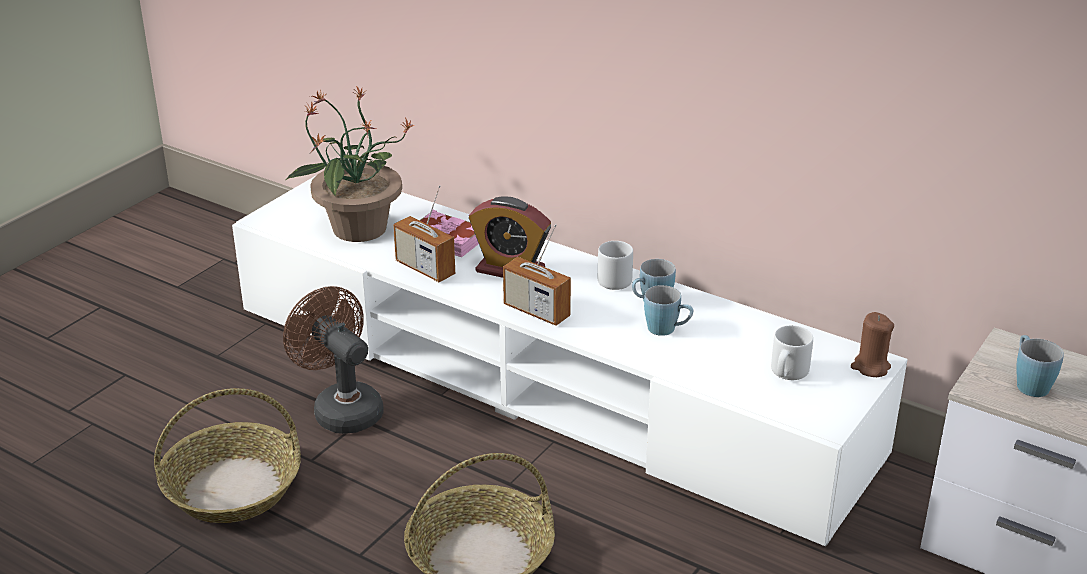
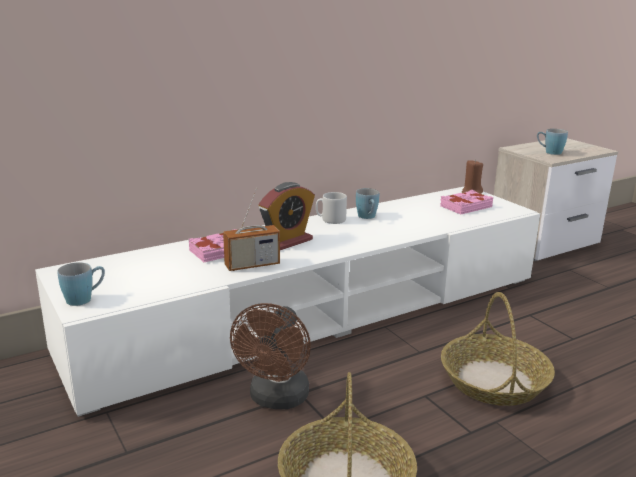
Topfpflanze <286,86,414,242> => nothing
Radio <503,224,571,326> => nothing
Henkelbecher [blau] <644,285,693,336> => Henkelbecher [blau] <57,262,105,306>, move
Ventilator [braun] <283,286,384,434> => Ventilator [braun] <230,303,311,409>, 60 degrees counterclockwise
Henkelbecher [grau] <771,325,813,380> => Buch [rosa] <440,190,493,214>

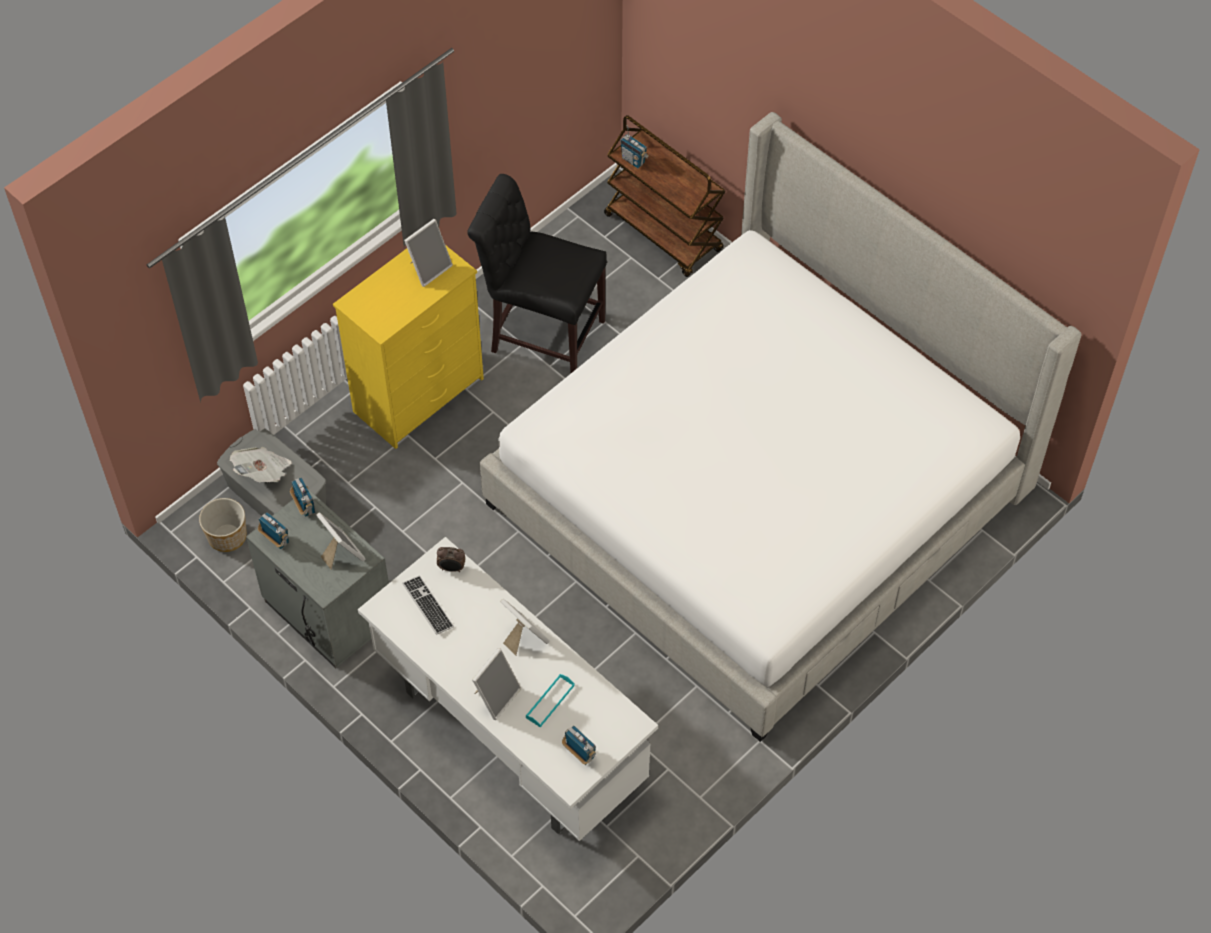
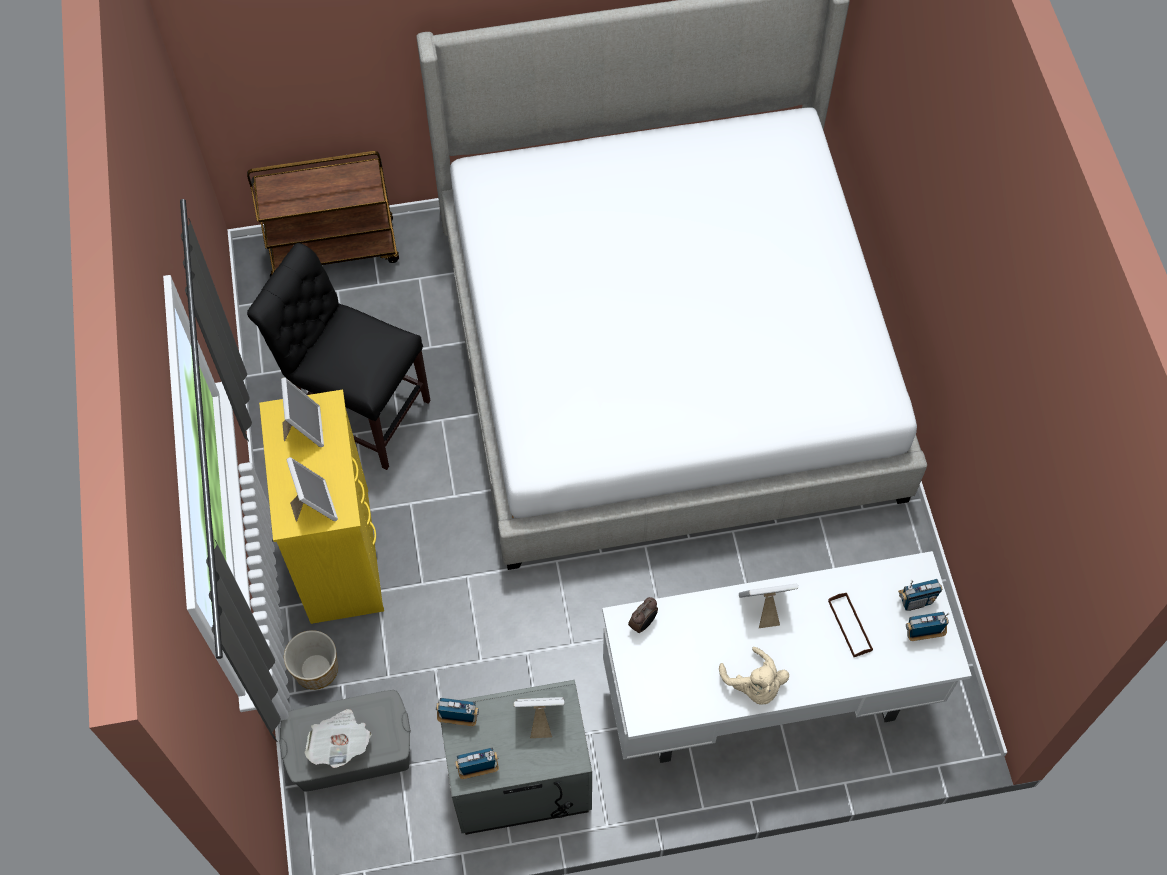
Radio <620,125,649,168> => Radio <898,579,942,611>, move
Stuhl [schwarz] <467,174,607,373> => Stuhl [schwarz] <247,243,431,470>, 60 degrees clockwise
Pflanzkübel <199,498,247,552> => Pflanzkübel <284,630,338,690>, move
Tastatur <402,575,454,635> => nothing
Bilderrahmen <472,648,521,720> => Bilderrahmen <286,457,338,522>, move
Tablett [türkis] <526,674,574,727> => Tablett [braun] <828,593,873,657>
nothing => Plüschtier [beige] <719,647,789,705>

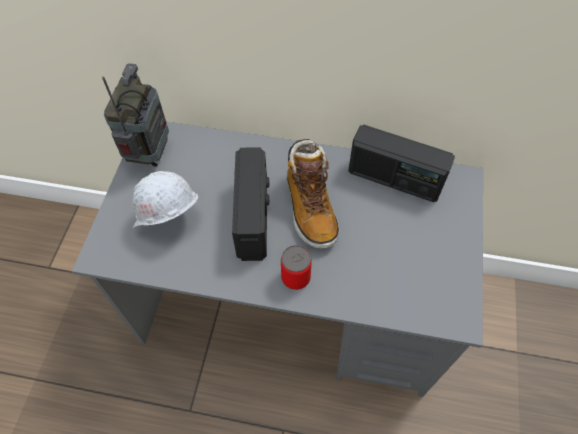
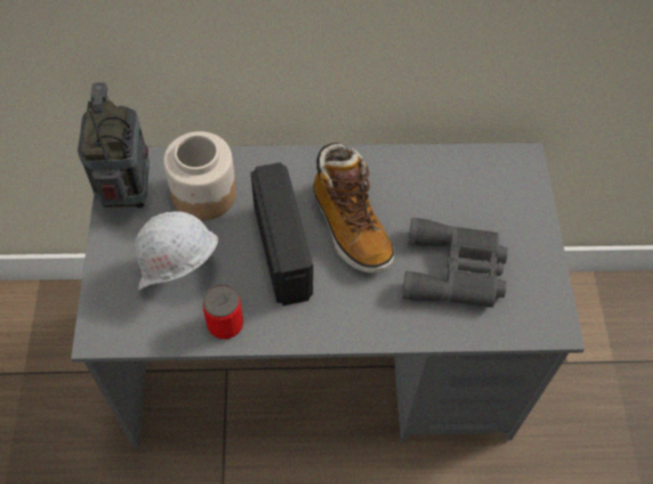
Radio <348,125,455,202> => nothing
Dose <281,245,312,290> => Dose <202,284,243,339>, move
nothing => Vorratsglas <163,131,236,221>
nothing => Fernglas [grau] <402,217,508,308>

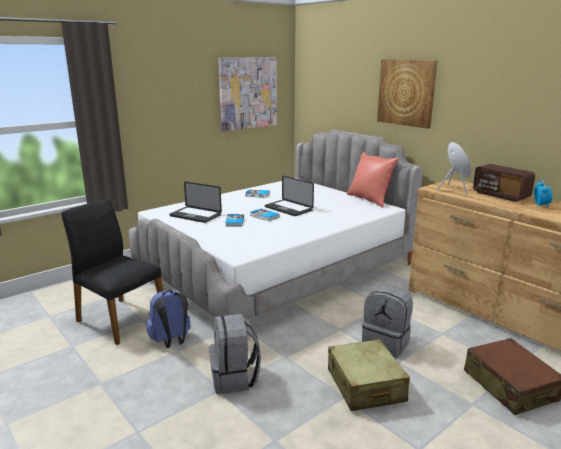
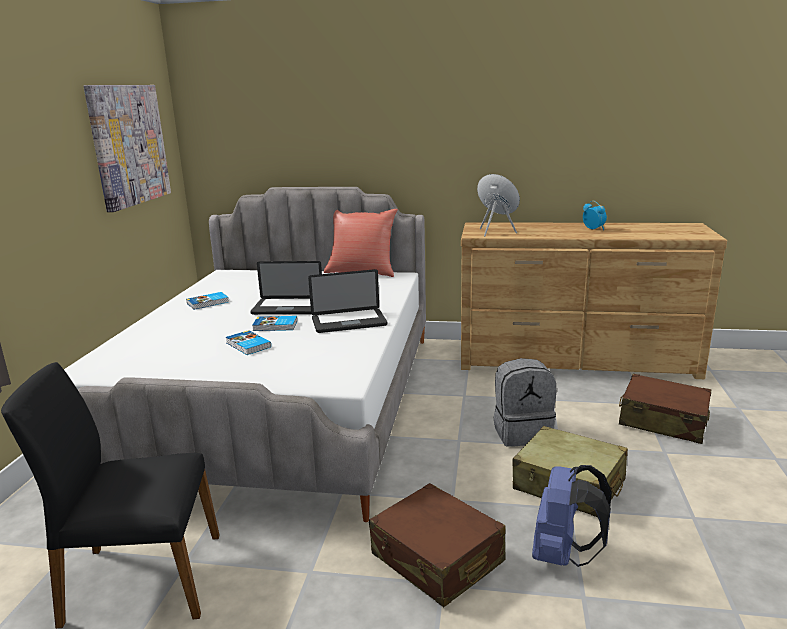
Bild <377,59,438,129> => nothing
Radio <473,164,535,202> => nothing
Laptop <169,182,222,223> => Laptop <308,269,387,333>, move
Rucksack [blau] <146,290,191,348> => Rucksack [blau] <532,465,612,567>, move
Rucksack [grau] <209,314,261,394> => Koffer [braun] <369,483,506,607>

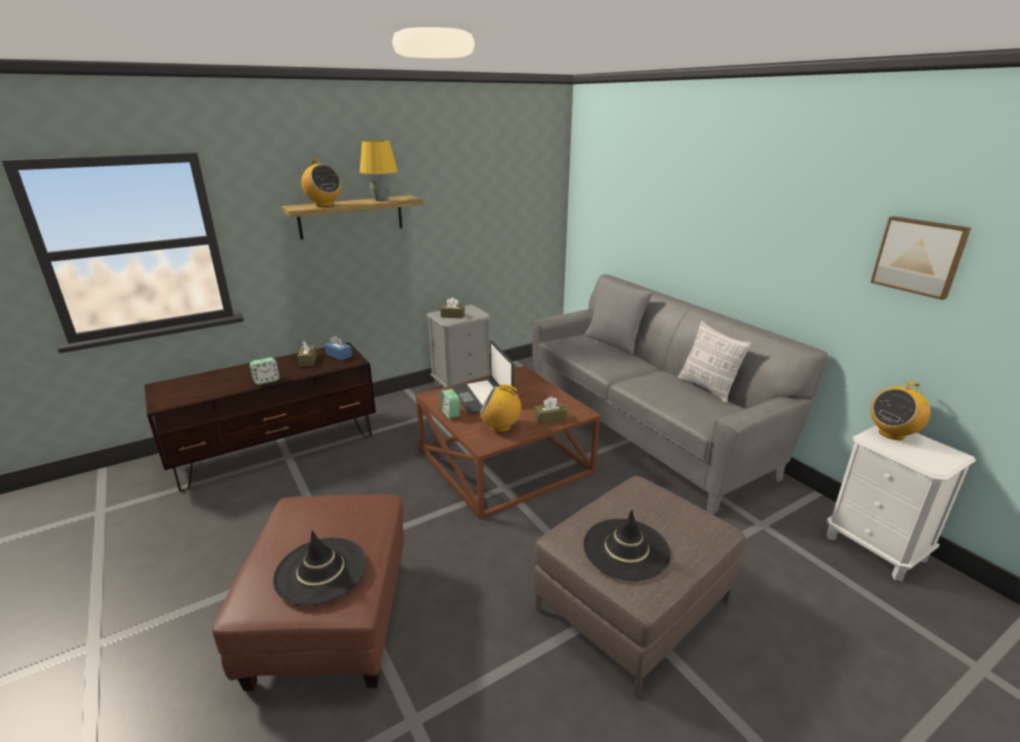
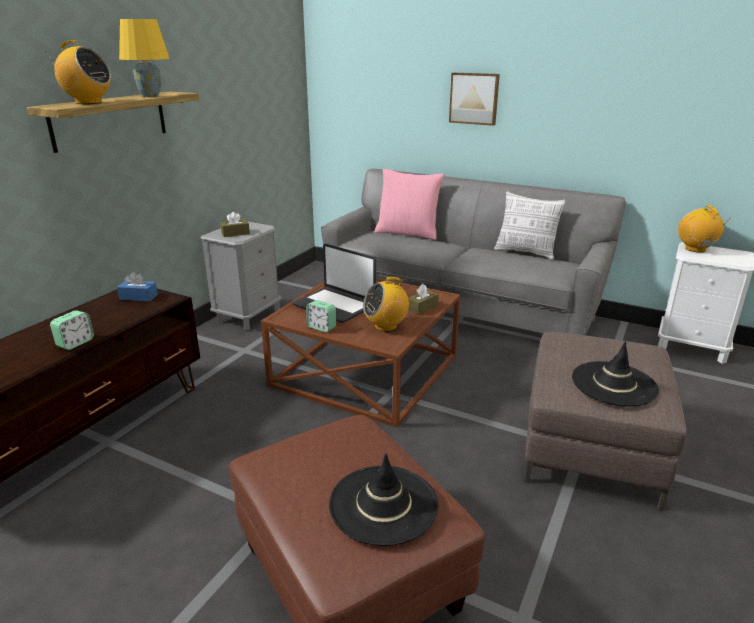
Bild <870,216,971,300> => Bild <449,73,500,126>, move
Kissen [grau] <585,277,653,355> => Kissen [rosa] <374,169,445,240>
Taschentuchbox [braun] <297,340,317,366> => nothing
Radio <870,382,931,440> => Radio <678,205,726,253>, 135 degrees clockwise

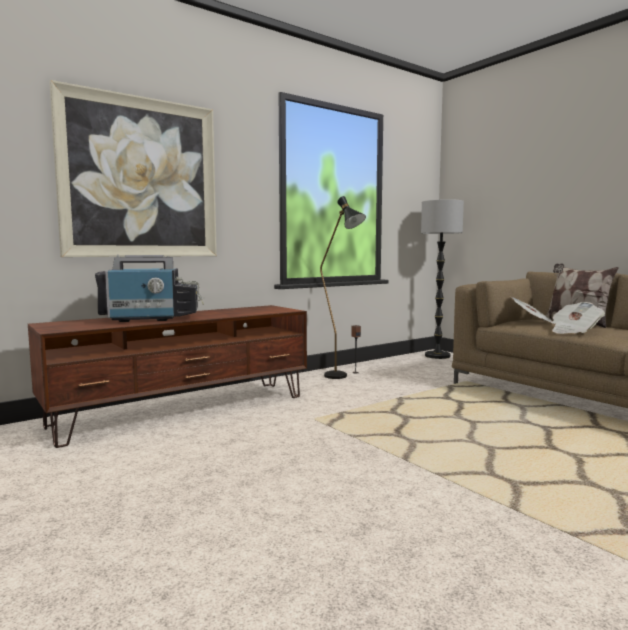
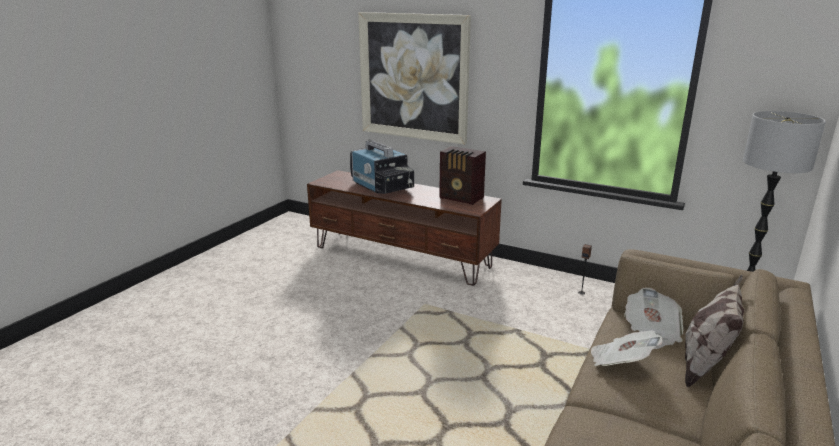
Stehlampe [schwarz] <320,196,366,379> => nothing
nothing => Radio <439,146,486,205>

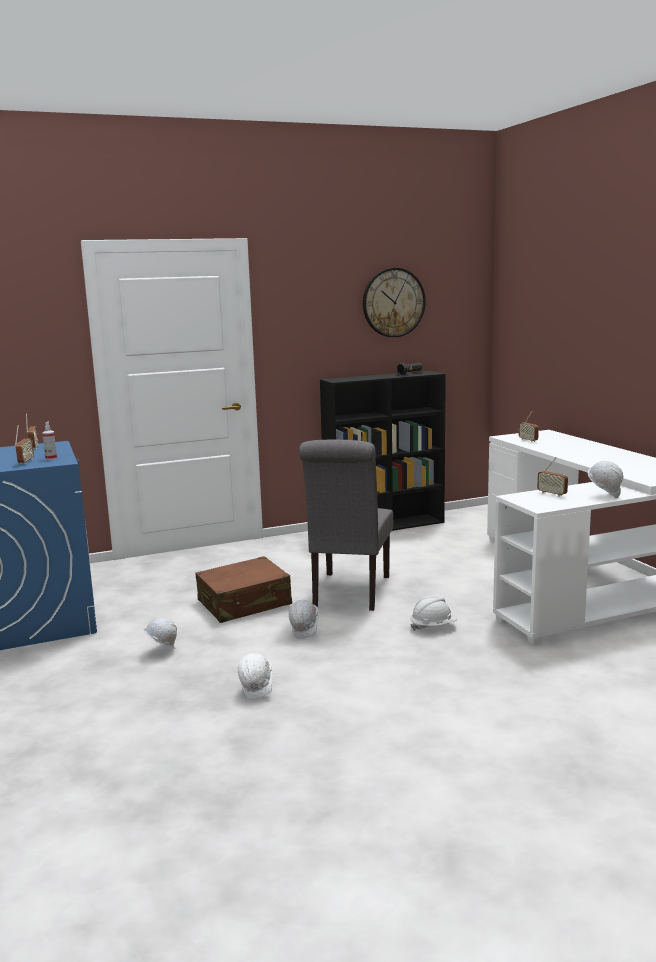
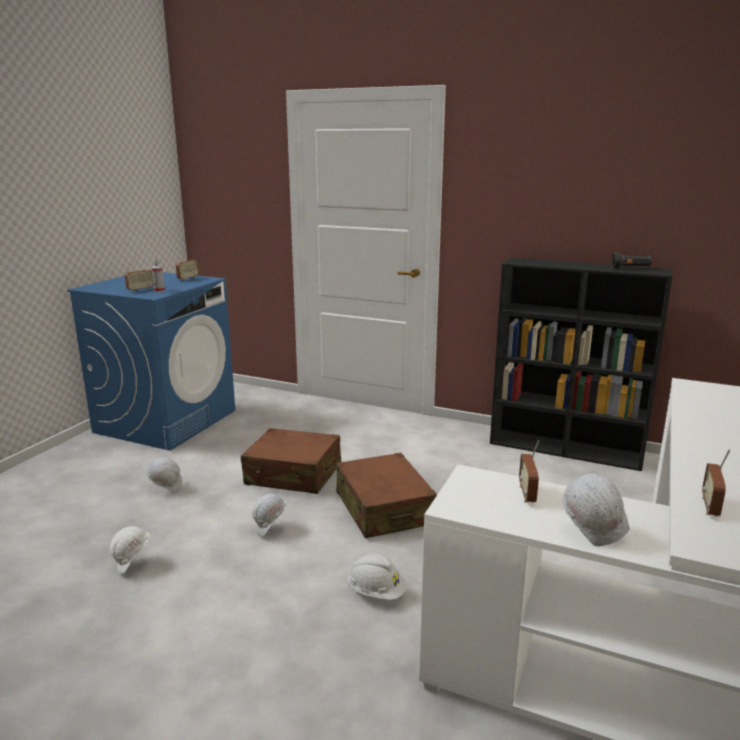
Wanduhr <363,268,425,337> => nothing
Radio <519,411,539,442> => Radio <702,449,730,517>, move
Stuhl [grau] <299,440,393,611> => Koffer [braun] <336,453,437,538>

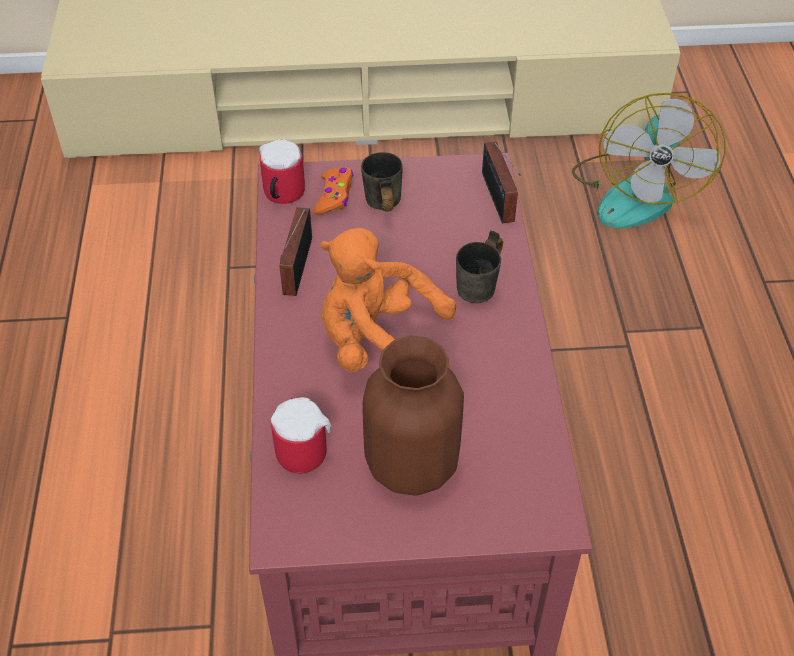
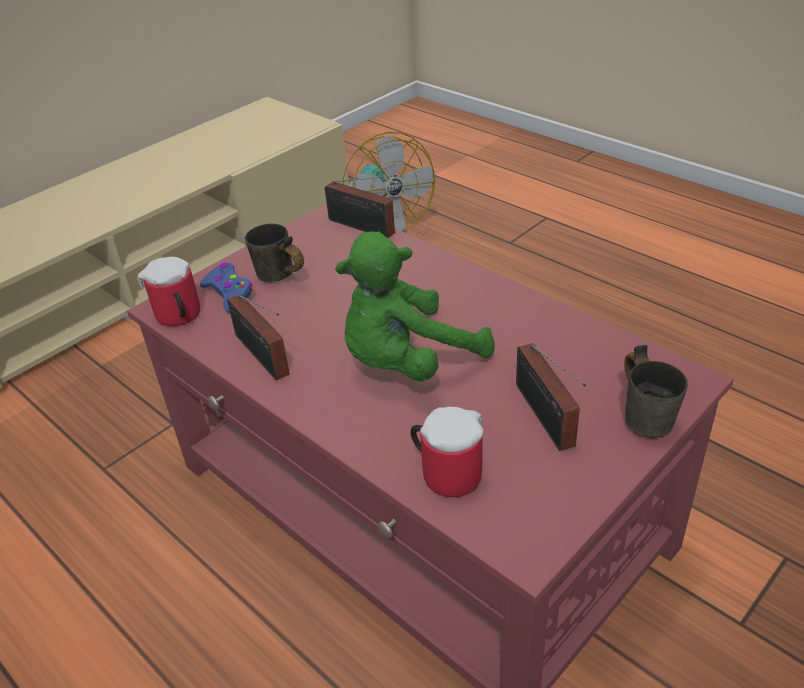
Gamepad [orange] <314,167,353,215> => Gamepad [blau] <200,263,252,313>
Plüschtier [orange] <320,228,456,372> => Plüschtier [grün] <335,231,495,382>
Henkelbecher [grau] <456,230,503,303> => Henkelbecher [grau] <624,345,688,438>, move
Vase [braun] <362,336,464,496> => Radio <516,343,586,451>

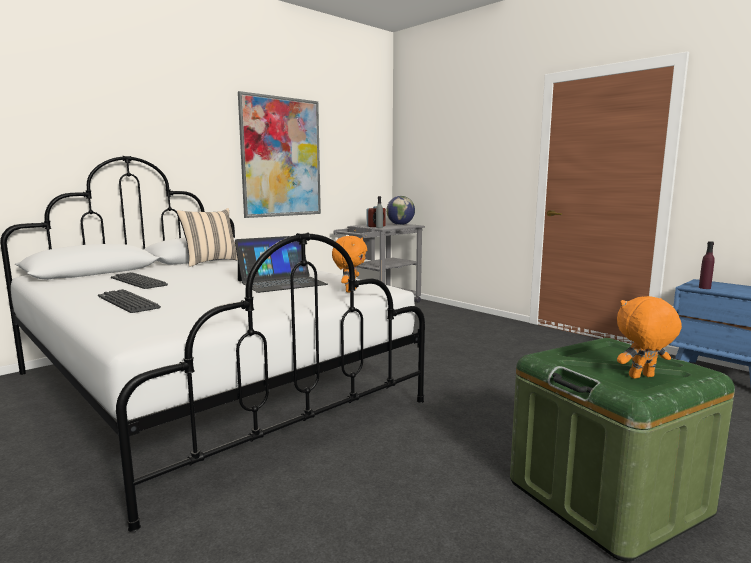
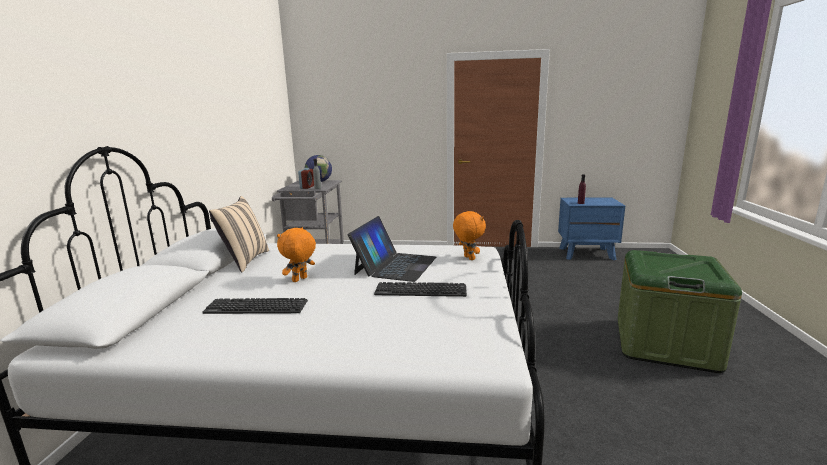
Bild <238,91,321,218> => nothing
Tastatur <98,289,161,313> => Tastatur <374,282,467,297>, move
Plüschtier [orange] <617,296,682,379> => Plüschtier [orange] <277,227,316,282>, move

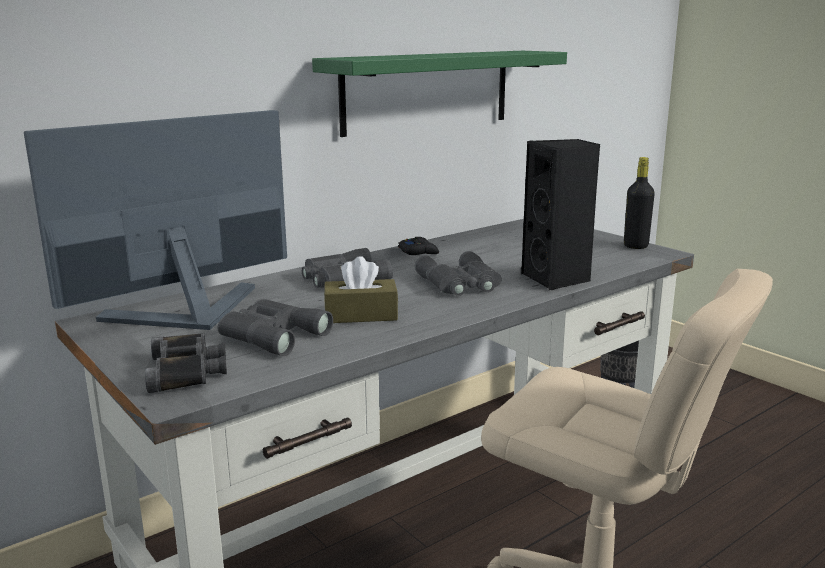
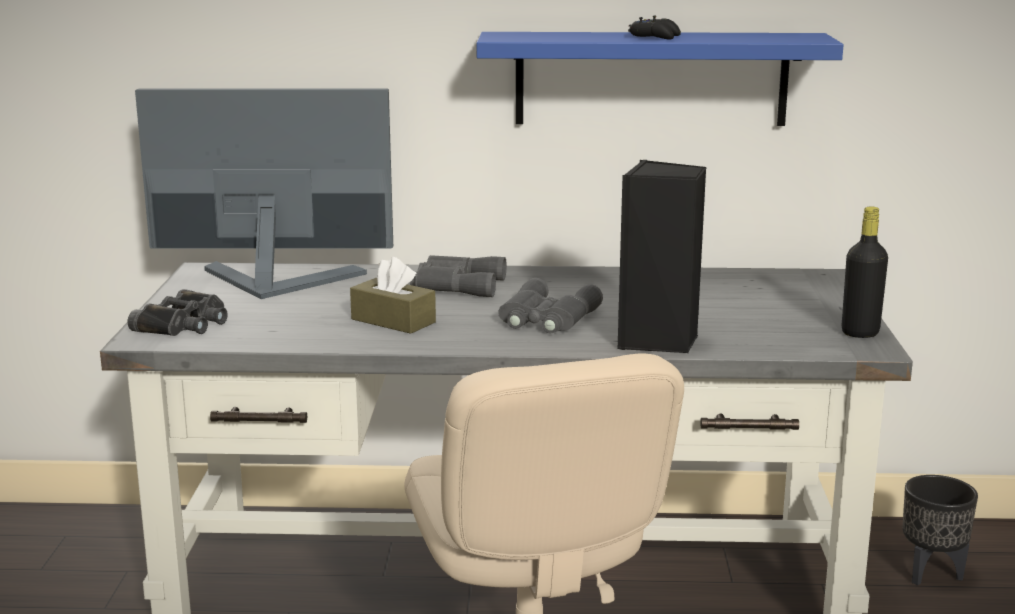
Wandregal [grün] <312,51,567,137> => Wandregal [blau] <476,32,843,126>
Gamepad [schwarz] <398,237,439,255> => Gamepad [schwarz] <628,16,681,40>, move
Fernglas [grau] <218,299,333,356> => nothing

